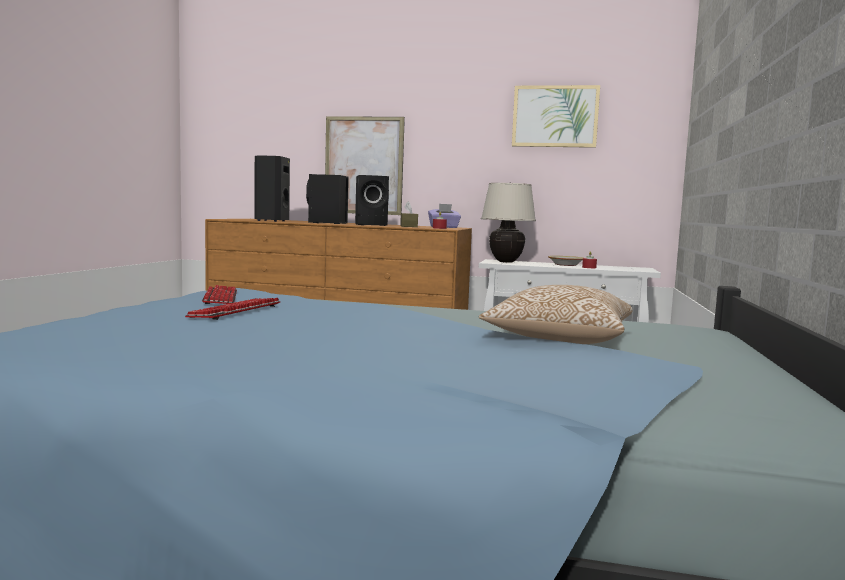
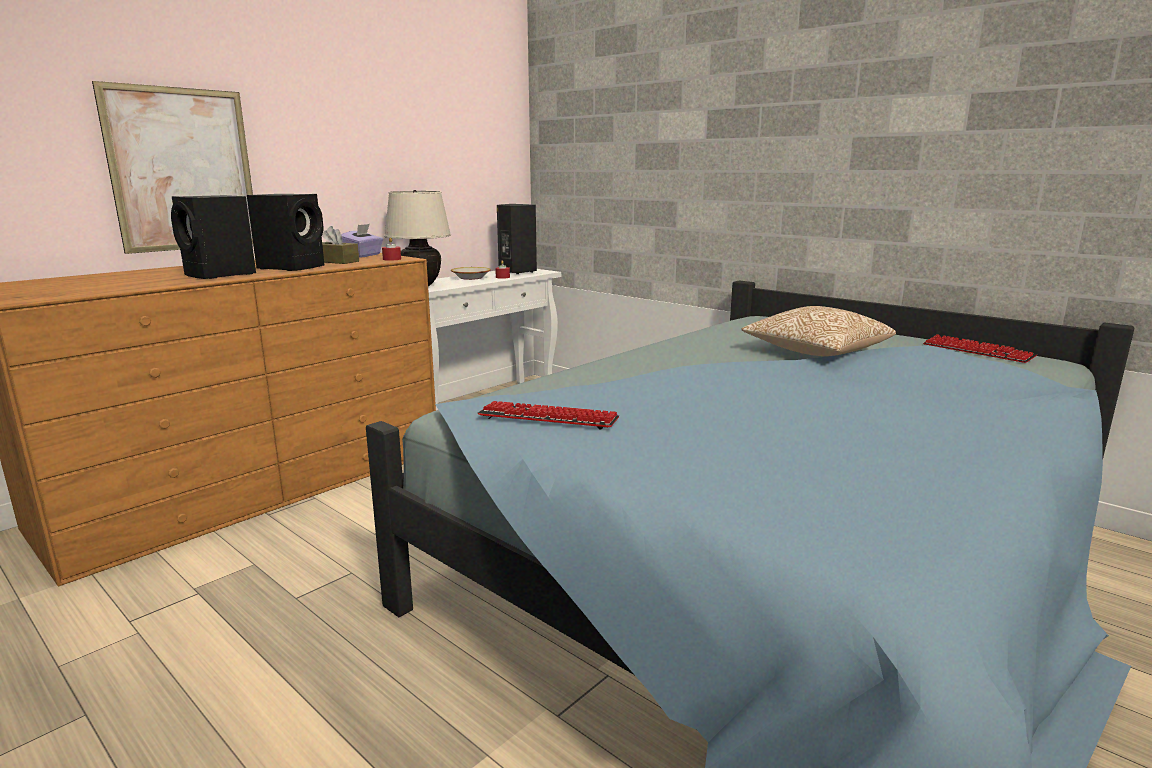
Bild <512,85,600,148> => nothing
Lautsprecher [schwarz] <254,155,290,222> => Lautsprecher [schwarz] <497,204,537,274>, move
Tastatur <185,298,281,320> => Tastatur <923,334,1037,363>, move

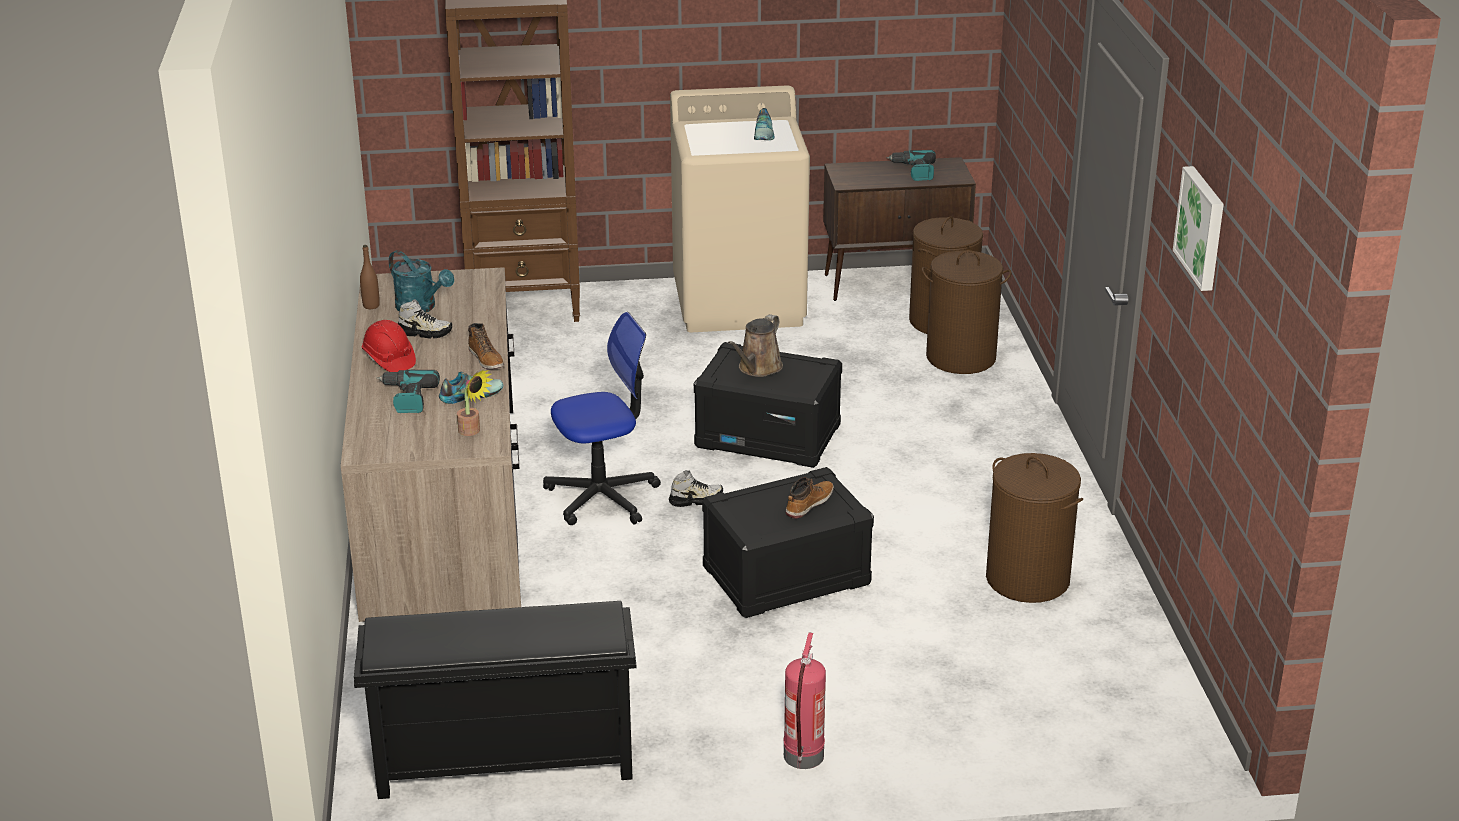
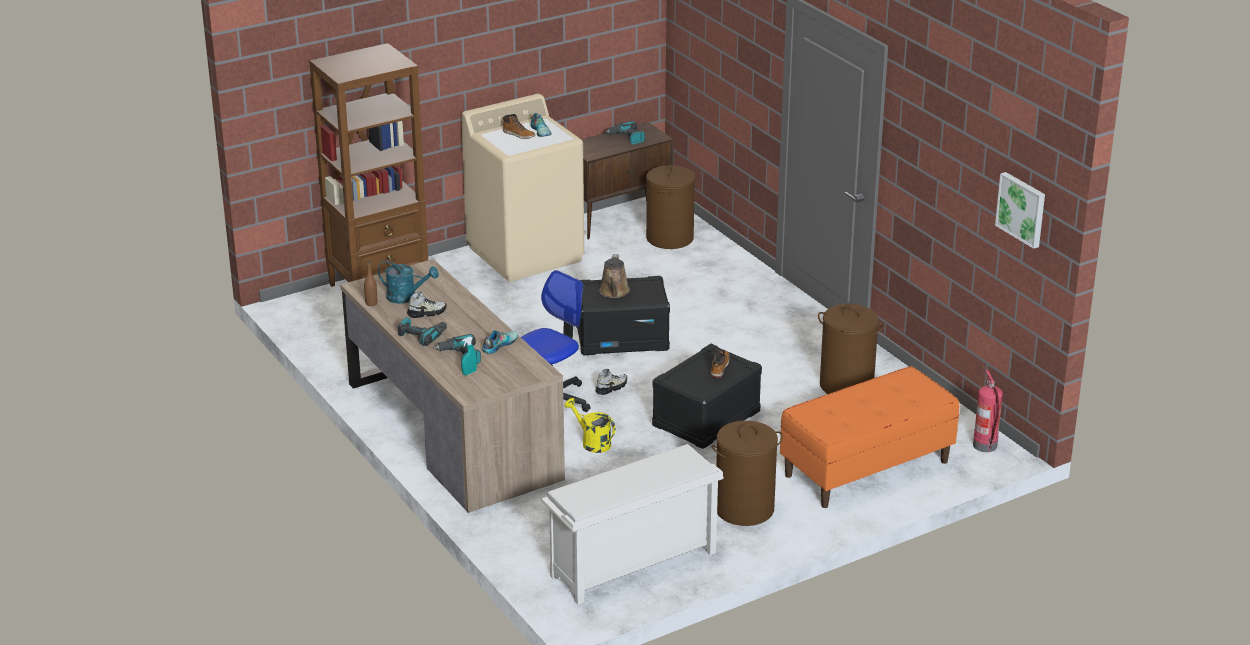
Bild <1173,166,1224,291> => Bild <995,172,1045,249>, move
Wäschekorb [braun] <922,250,1012,374> => Wäschekorb [braun] <711,421,783,526>, move
Schutzhelm [rot] <362,320,416,372> => Bohrmaschine <398,317,447,346>
Stiefel <468,323,504,369> => Stiefel <502,114,536,139>, move
Topfpflanze <457,370,493,436> => nothing
Schuhregal [schwarz] <354,601,636,799> => Schuhregal [weiß] <542,444,724,605>
Feuerlöscher <783,632,826,769> => Feuerlöscher <973,370,1003,452>, move
nothing => Sprühflasche [türkis] <461,336,477,375>
nothing => Bank [orange] <780,366,959,508>
nothing => Gießkanne [gelb] <564,398,615,453>

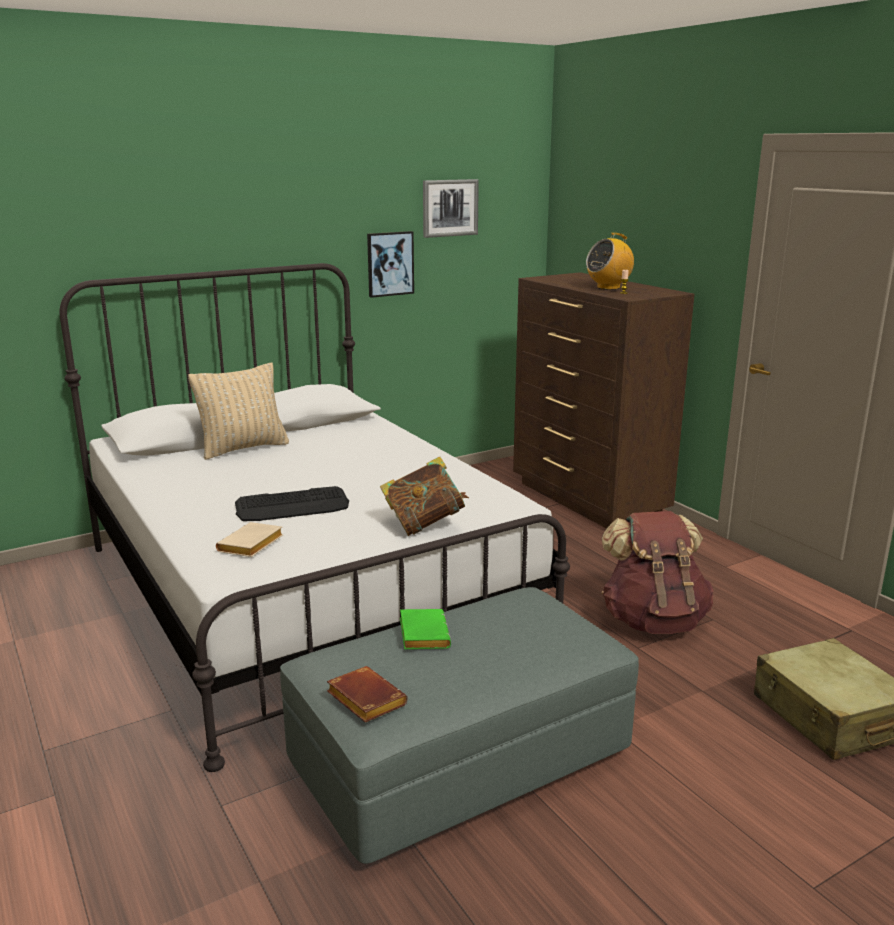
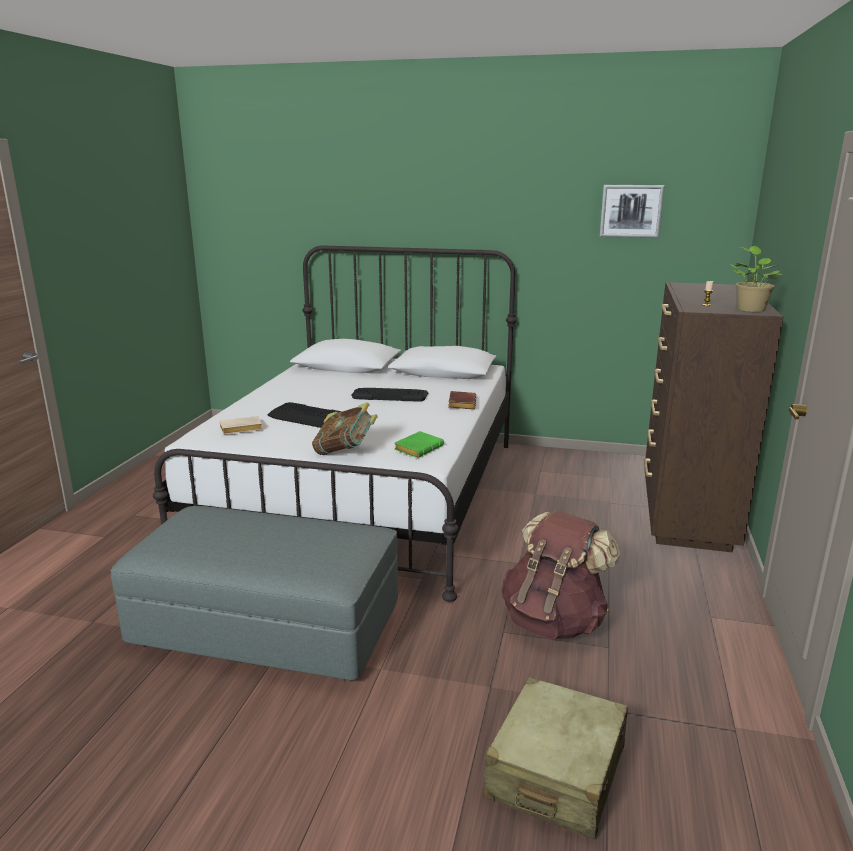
Bild <367,231,414,298> => nothing
Radio <586,233,634,290> => nothing
Kissen [beige] <188,363,289,460> => nothing
Buch [grün] <400,609,451,649> => Buch [grün] <394,431,444,458>, move
Buch [braun] <327,666,408,723> => Buch [braun] <448,391,476,409>, move
nothing => Topfpflanze <729,246,781,312>
nothing => Tastatur <351,388,428,402>

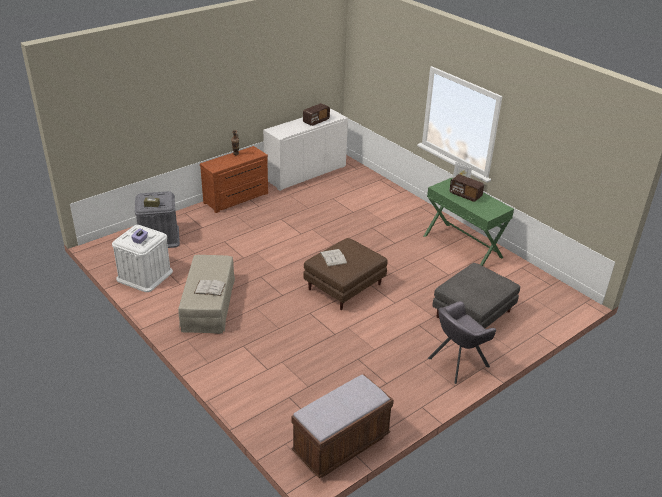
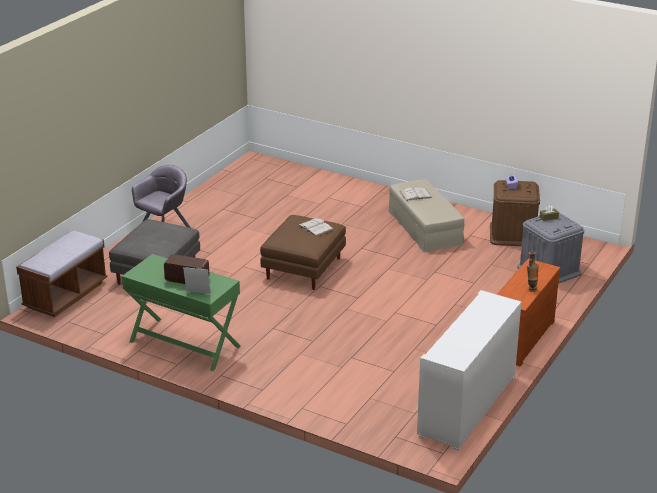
Radio <303,103,330,126> => nothing
Aufbewahrungsbox [weiß] <112,225,173,292> => Aufbewahrungsbox [braun] <490,180,540,246>
Bank [braun] <291,375,393,478> => Bank [braun] <16,230,108,317>, move

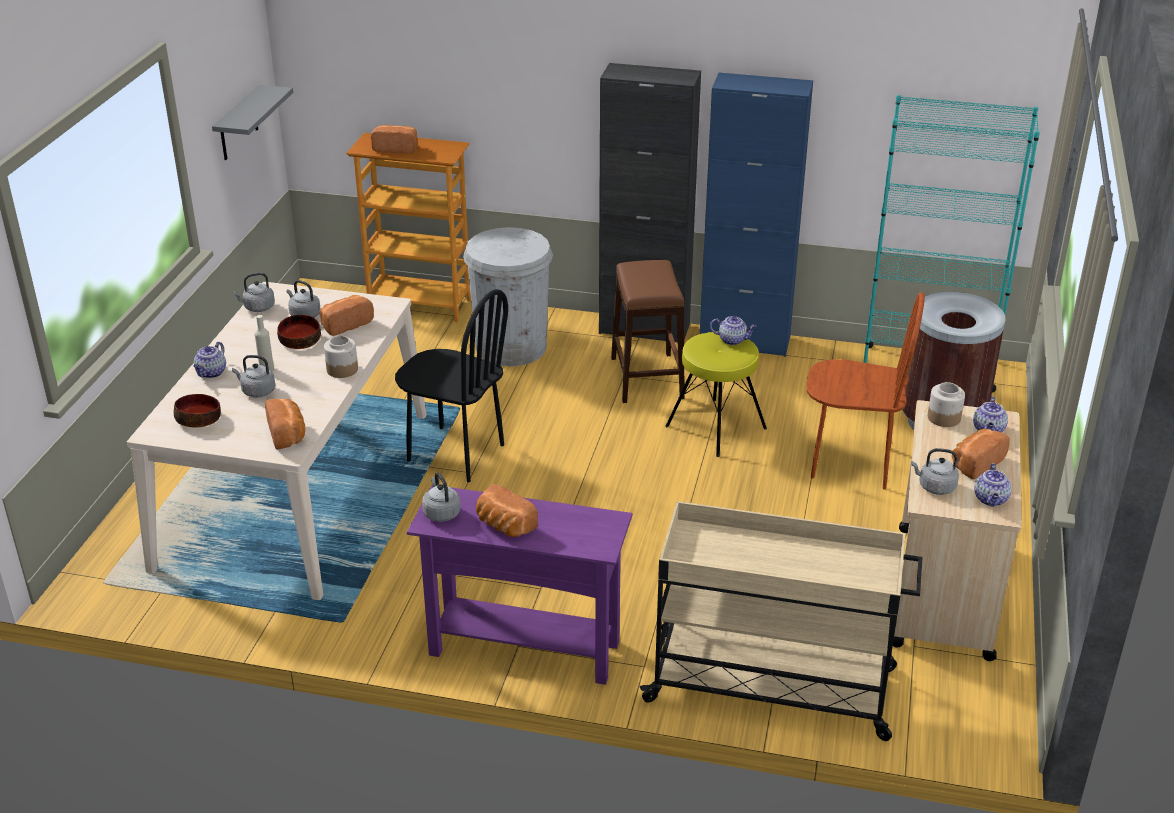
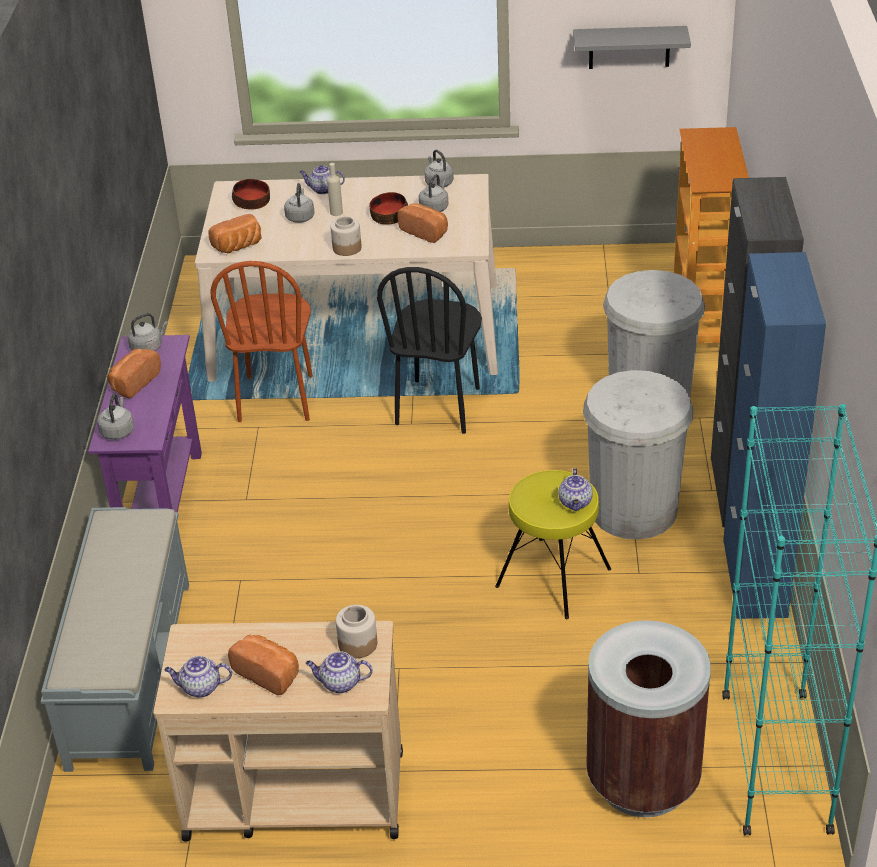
Brot <371,125,417,154> => nothing
Hocker [braun] <611,260,684,403> => Mülleimer [weiß] <583,370,693,540>
Stuhl [braun] <806,292,925,489> => Stuhl [braun] <210,261,313,422>, move
Wasserkessel [grau] <911,448,959,495> => Wasserkessel [grau] <97,394,134,440>, move
Rollwagen [beige] <639,501,923,741> => Bank [grau] <41,507,189,772>

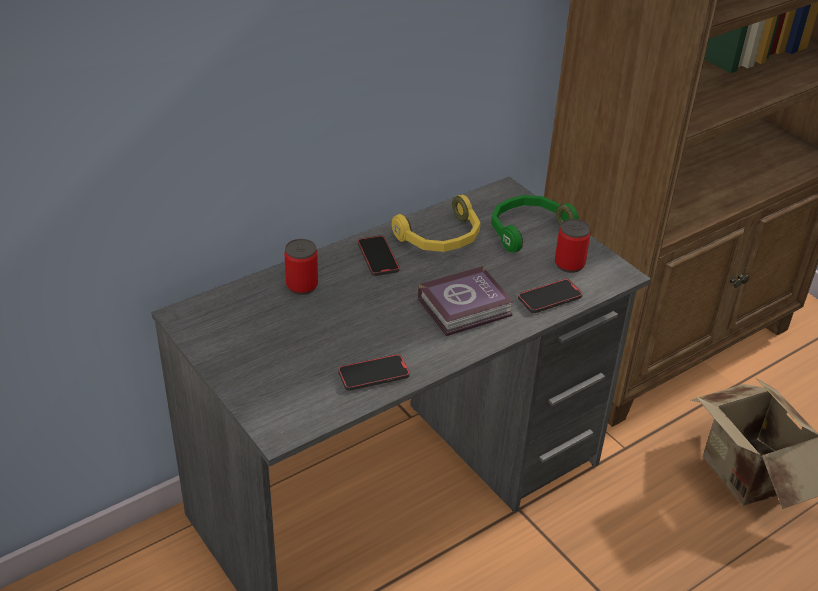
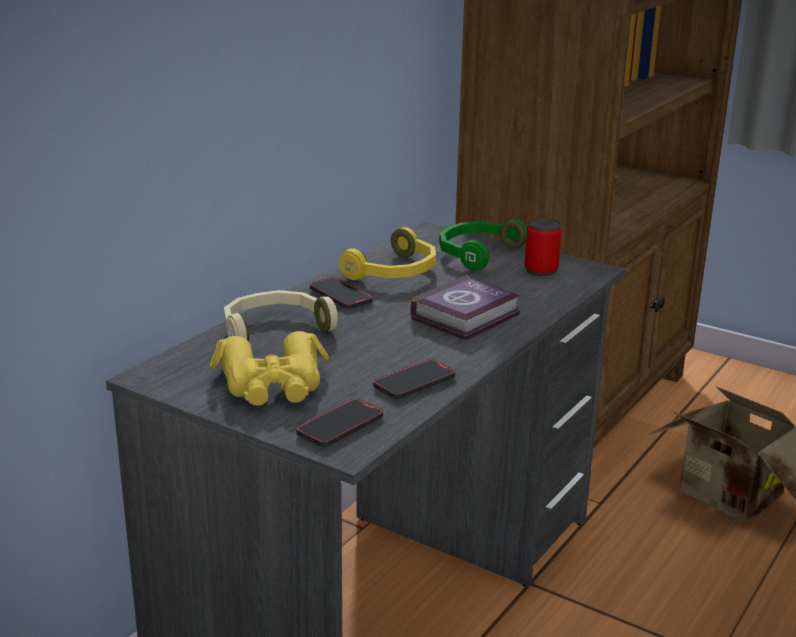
Dose <284,239,318,295> => Kopfhörer [beige] <224,290,338,341>
Handy <518,279,583,313> => Handy <296,399,383,447>, move
nothing => Fernglas [gelb] <210,331,329,406>

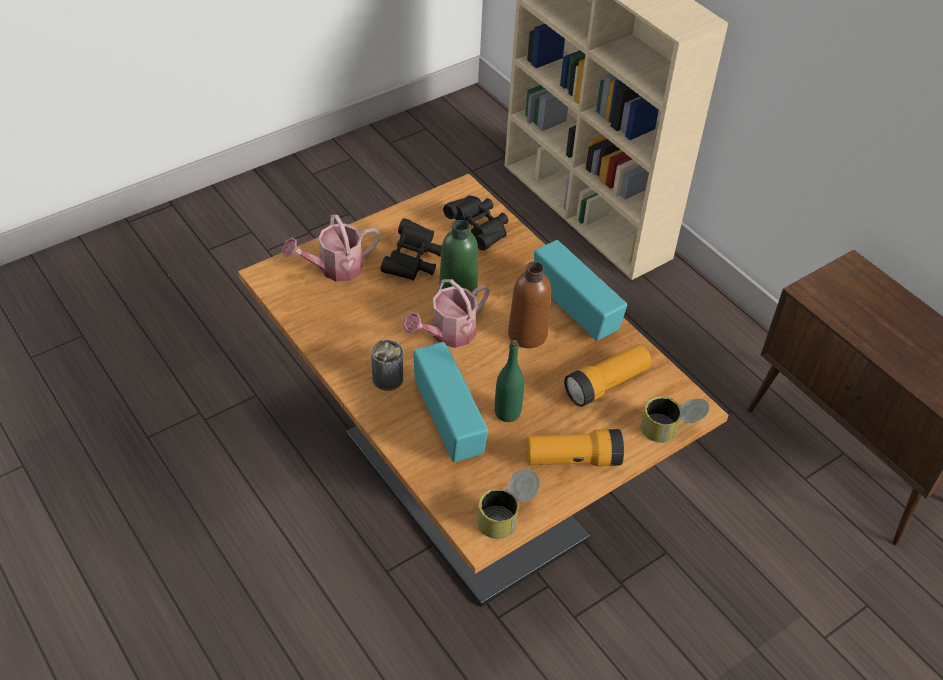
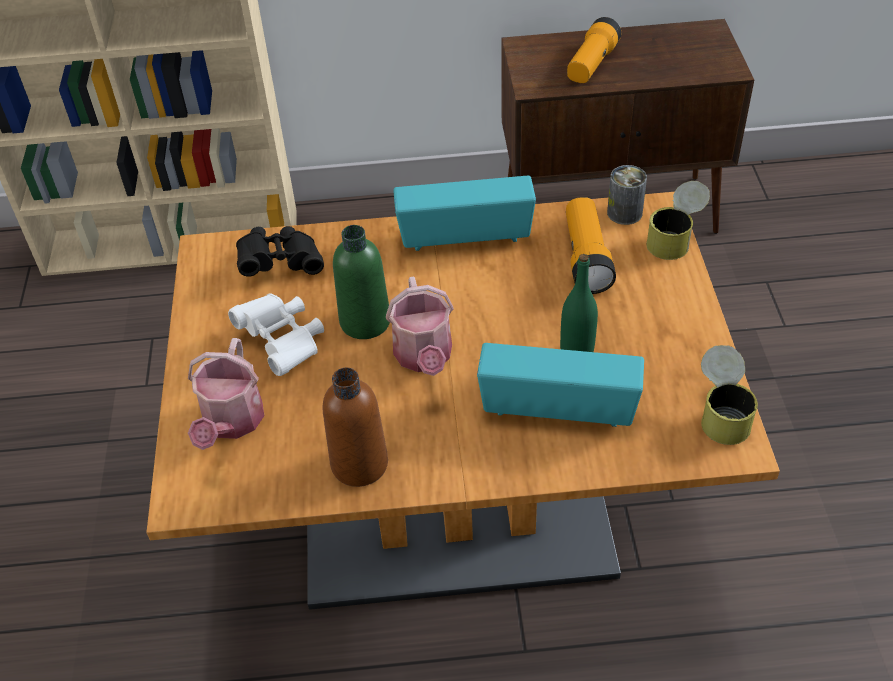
Fernglas [schwarz] <380,218,442,281> => Fernglas [weiß] <228,293,324,376>
Flasche [braun] <508,262,551,348> => Flasche [braun] <323,368,388,487>, move
Dose <371,340,403,391> => Dose <607,165,647,225>, move
Taschenlampe <526,429,624,466> => Taschenlampe <567,17,621,83>, move

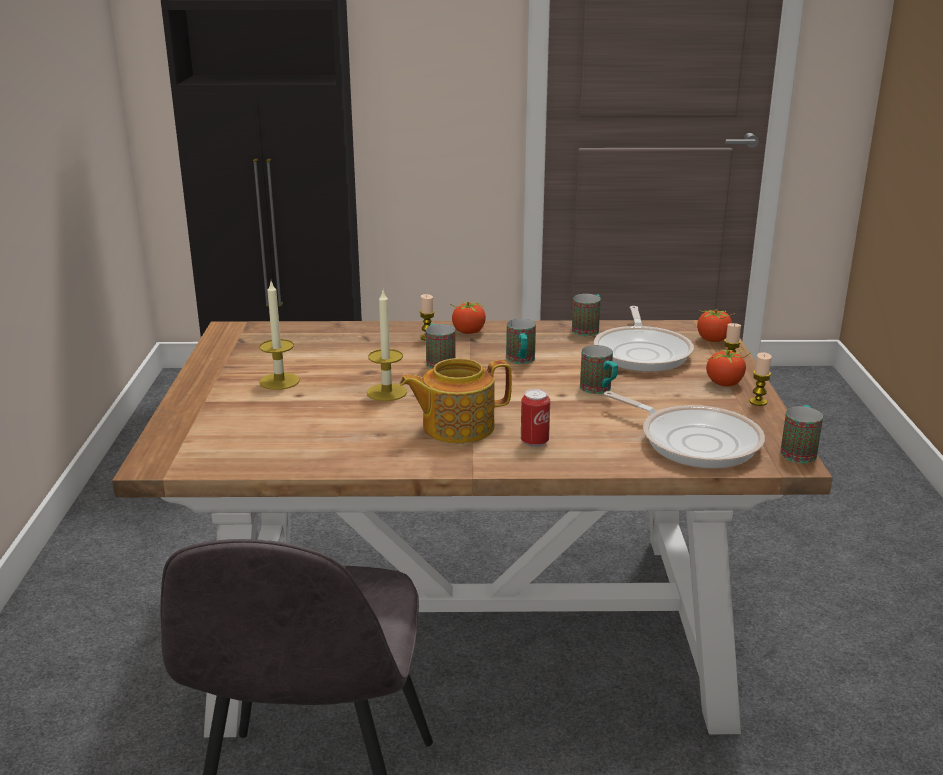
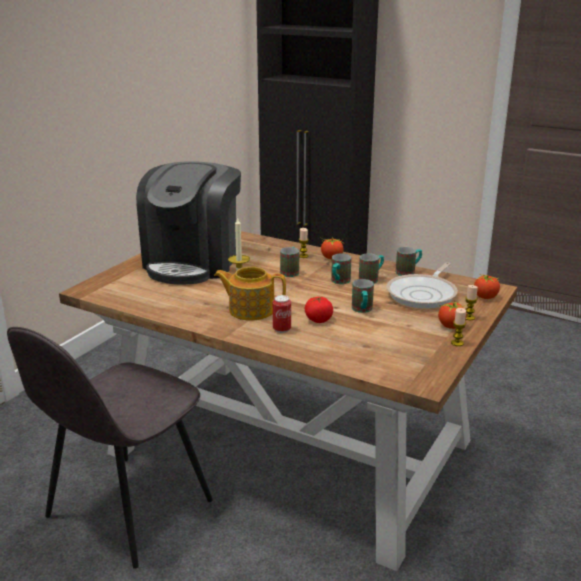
Kerze <259,282,300,390> => Kaffeemaschine <136,161,241,284>
Pfanne <604,391,765,468> => nothing
Henkelbecher <780,405,823,463> => Henkelbecher <359,253,384,284>, move
nothing => Tomate <305,296,333,323>

